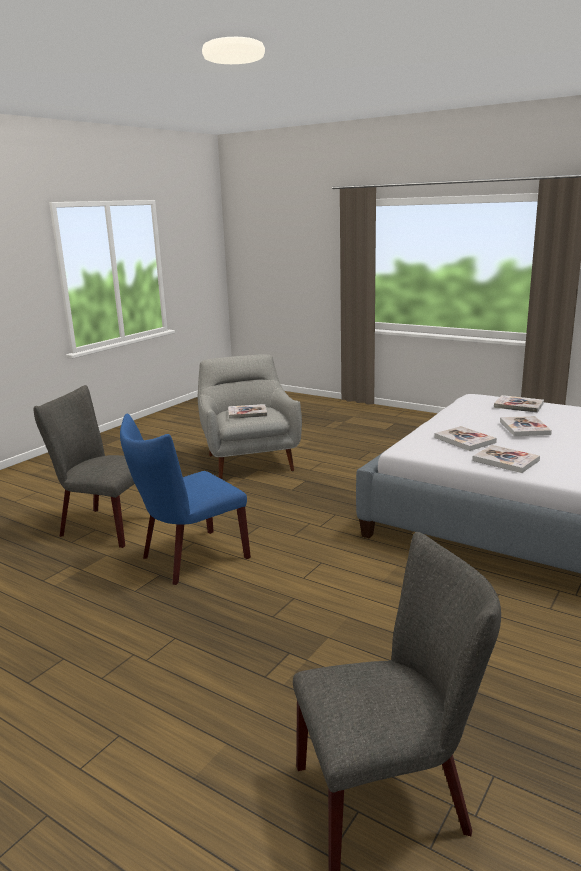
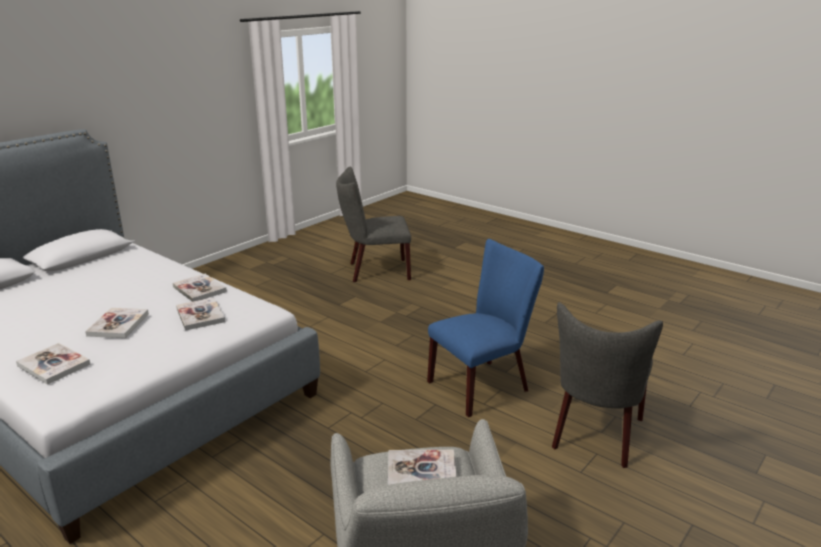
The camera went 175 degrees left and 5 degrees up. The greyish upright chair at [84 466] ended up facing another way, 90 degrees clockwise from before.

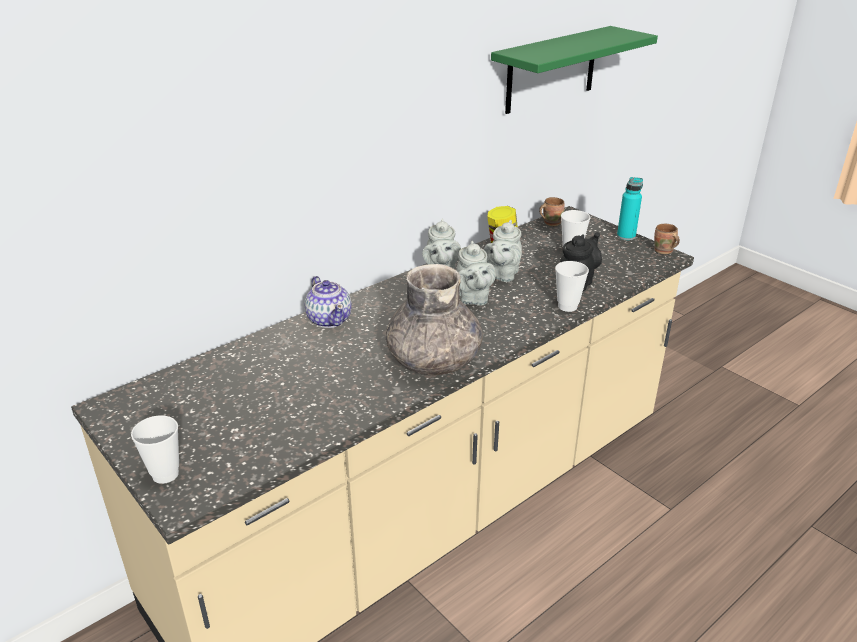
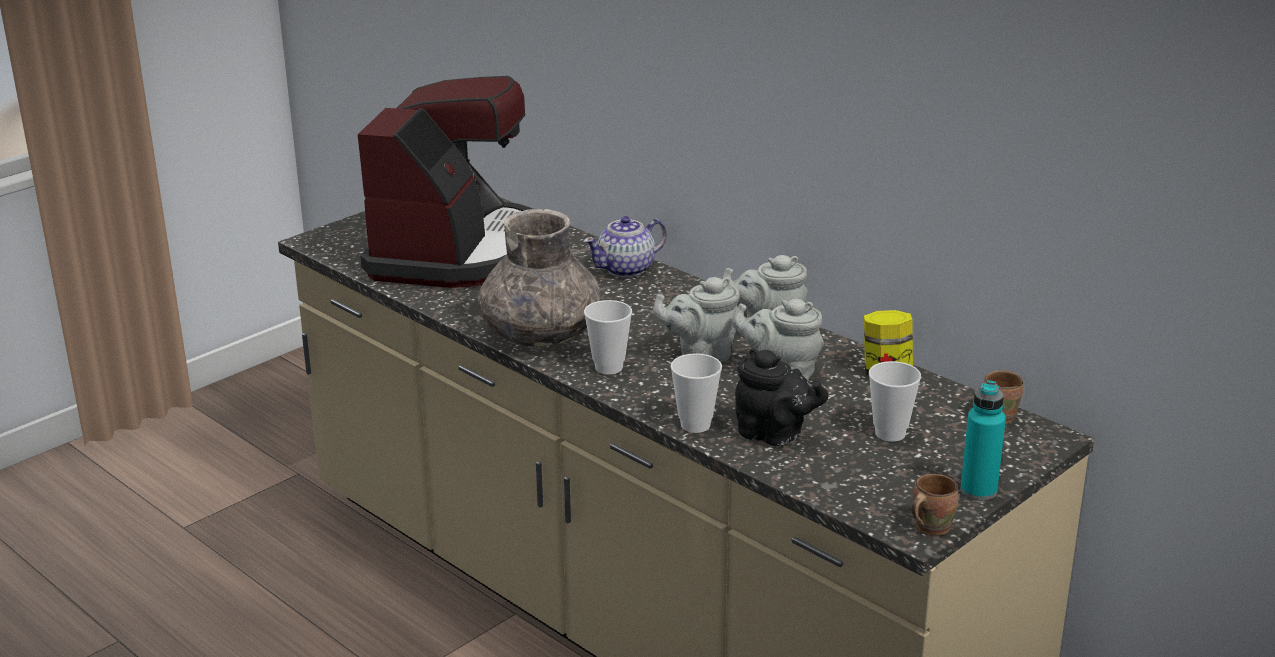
The camera went 85 degrees right and 5 degrees down. The second view lost the greenish shelf at [574 70]. The cup ended up elsewhere, having gone from [155 449] to [608 337]. The second view gained the coffee maker at [445 182].

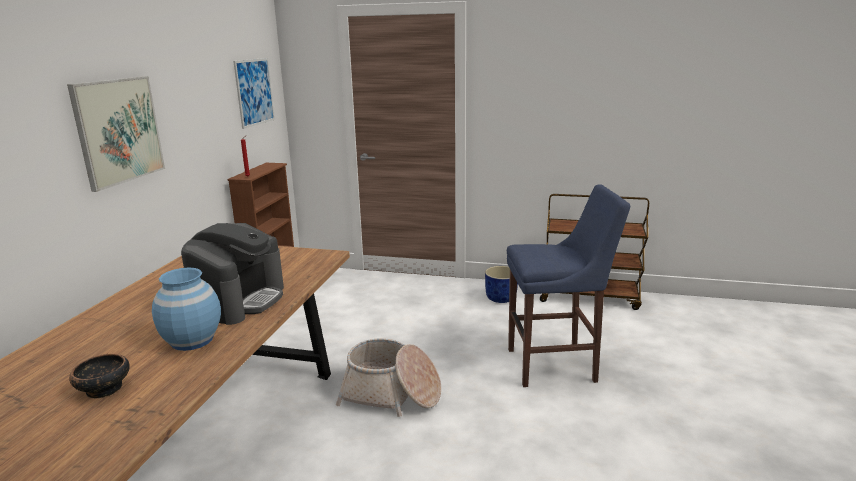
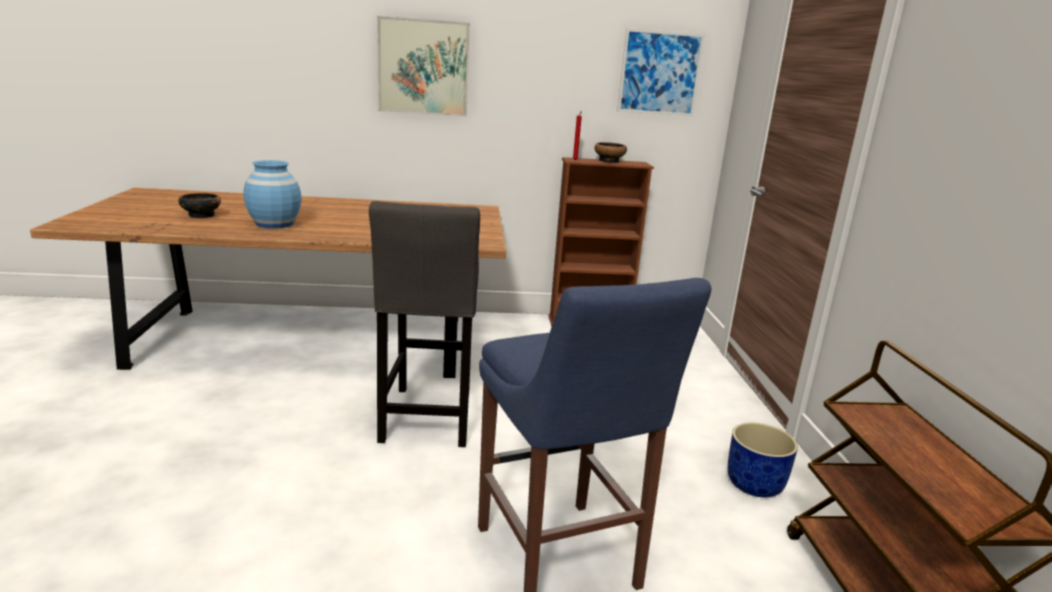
The camera went 70 degrees right and 0 degrees up. The second view lost the coffee maker at [232 274]. Where the basket stood at [388 378], the greyish stool came to stand at [424 324]. The second view gained the deep dish at [610 152].

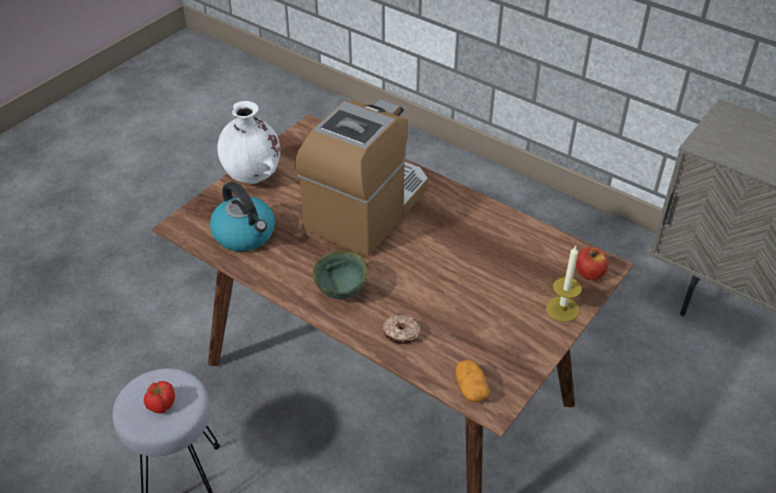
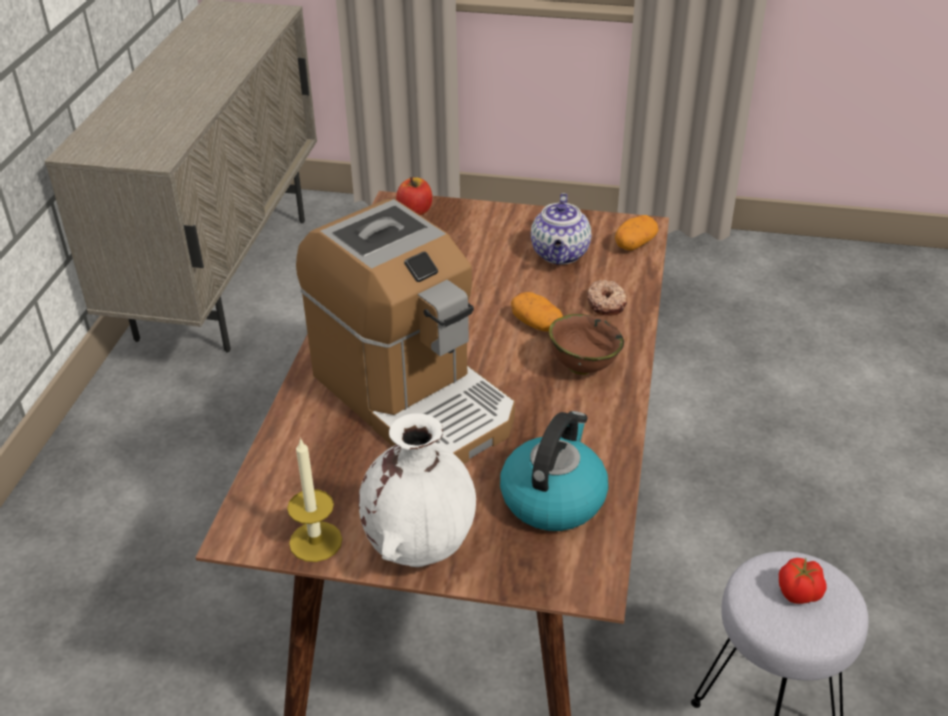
The camera went 115 degrees left and 5 degrees down. The coffee maker at [361 178] ended up facing another way, 135 degrees counterclockwise from before. The candle ended up elsewhere, having gone from [564 284] to [314 500]. What was the greenish deep dish at [340 275] turned into the brown-coloured deep dish at [586 344]. The second view gained the tea pot at [561 229]. The second view gained the whole potato at [537 311].

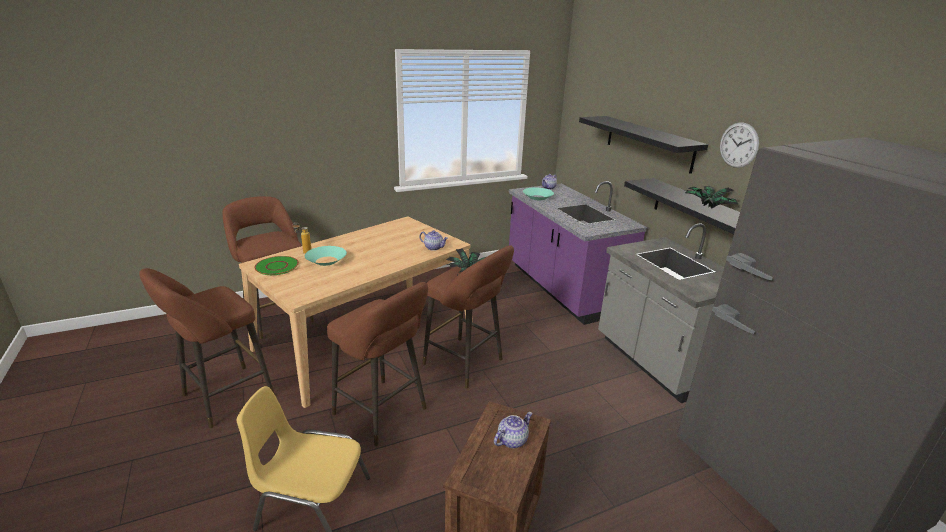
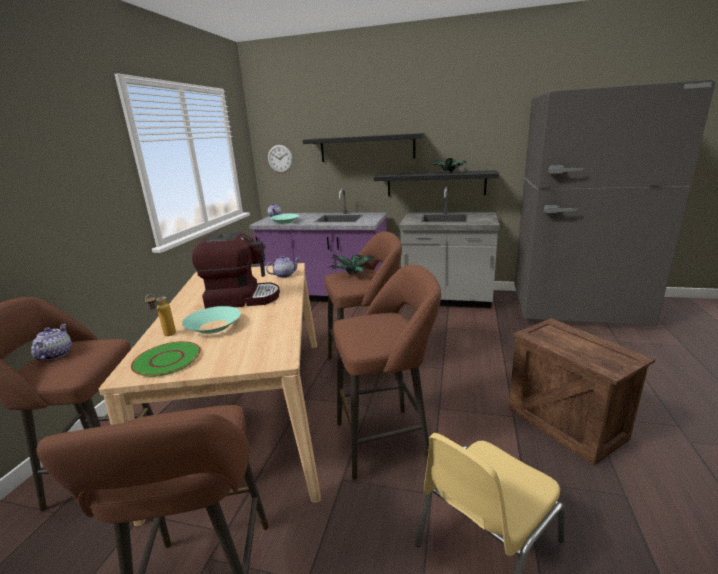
The camera went 50 degrees left and 5 degrees down. The clock on the wall ended up elsewhere, having gone from [739 145] to [280 159]. The tea pot ended up elsewhere, having gone from [513 430] to [51 342]. The second view gained the coffee maker at [236 270].

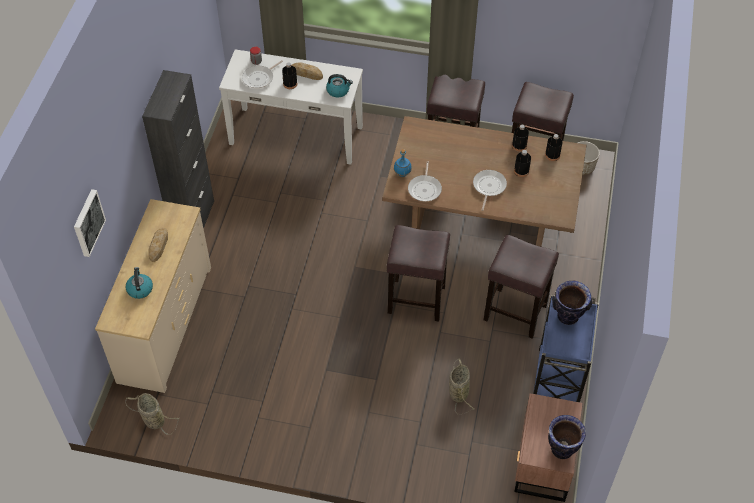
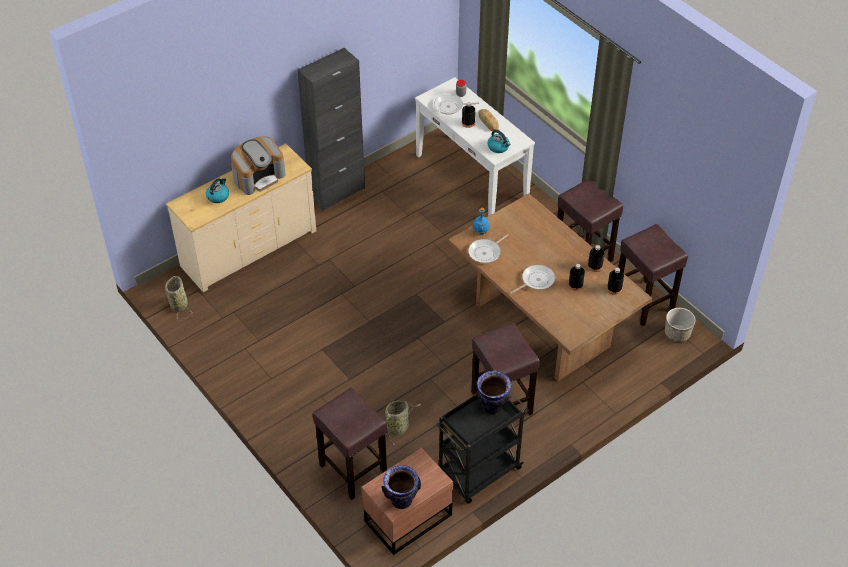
The camera went 40 degrees right and 5 degrees down. The second view lost the picture at [90 223]. The brown-coloured stool ended up elsewhere, having gone from [418 273] to [349 444]. Where the bread stood at [158 245], the coffee maker came to stand at [258 165]. What was the blue cart at [566 346] turned into the black cart at [481 447].

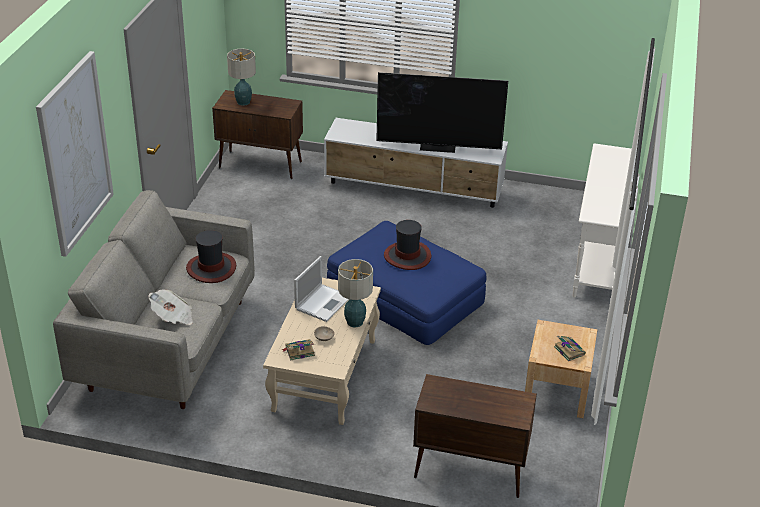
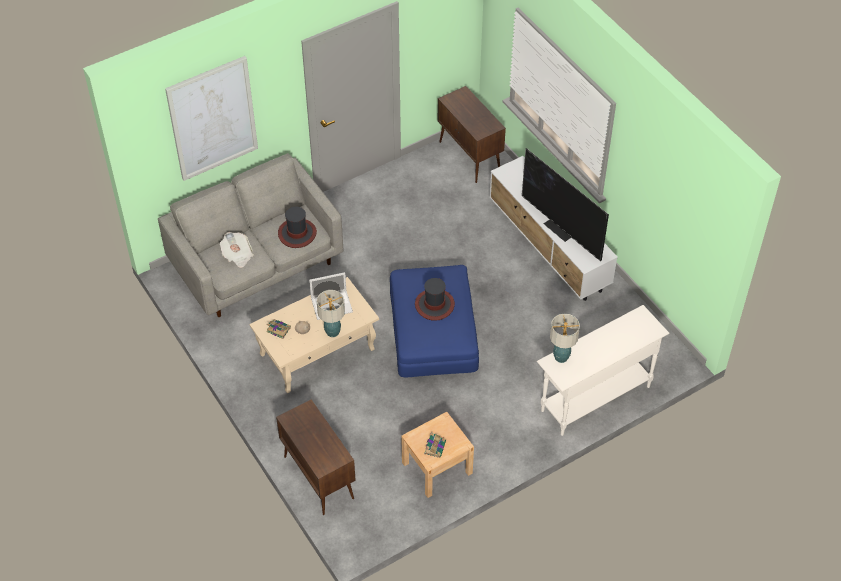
The camera went 45 degrees right and 15 degrees up. The table lamp ended up elsewhere, having gone from [241 77] to [565 338].

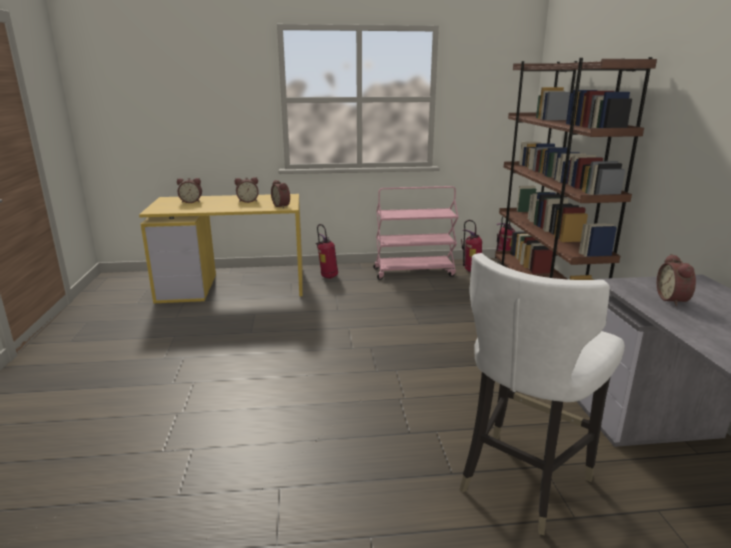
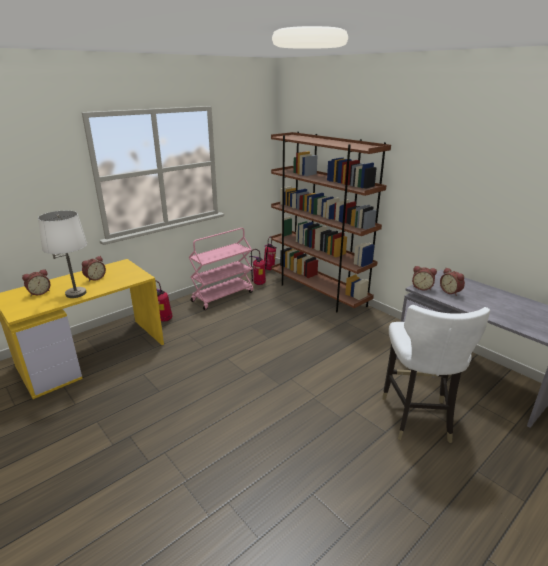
The camera went 35 degrees left and 5 degrees up. The table clock ended up elsewhere, having gone from [280 194] to [424 278]. The second view gained the whitish table lamp at [62 254].

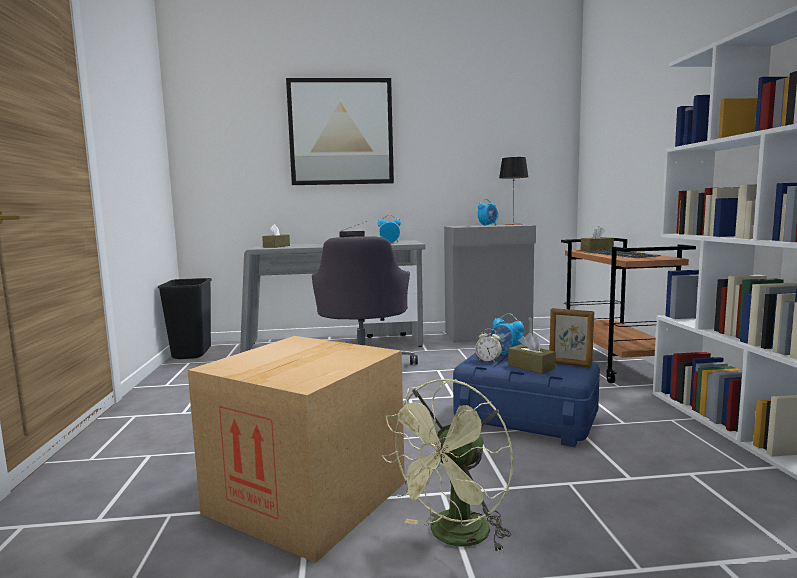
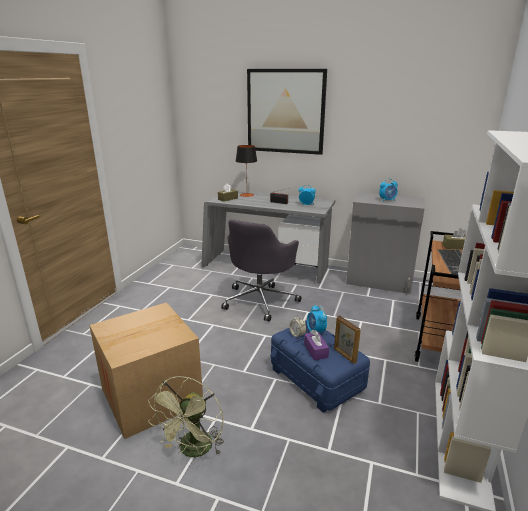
The camera went 25 degrees right and 15 degrees up. The table lamp ended up elsewhere, having gone from [513 191] to [246 171]. The second view lost the black rubbish bin at [185 318]. What was the brown-coloured box of tissues at [532 353] turned into the purple-coloured box of tissues at [316 345]. The greenish cooling fan at [447 466] ended up facing another way, 45 degrees counterclockwise from before.

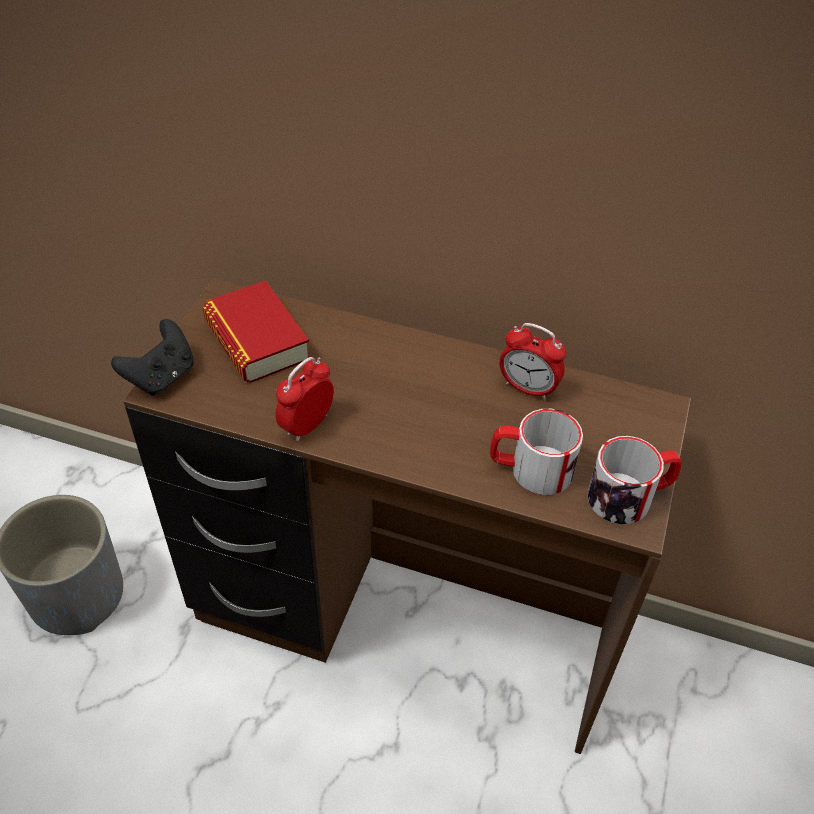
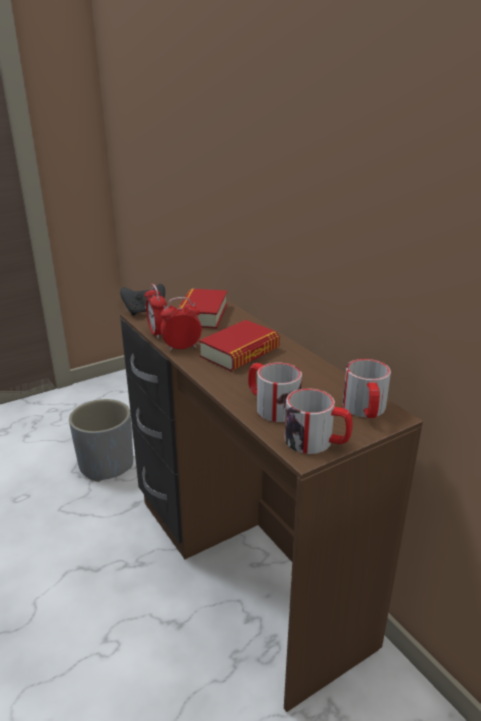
The camera went 40 degrees right and 20 degrees down. The table clock ended up elsewhere, having gone from [532 361] to [155 311]. The second view gained the bound book at [239 345]. The second view gained the coffee mug at [367 388].

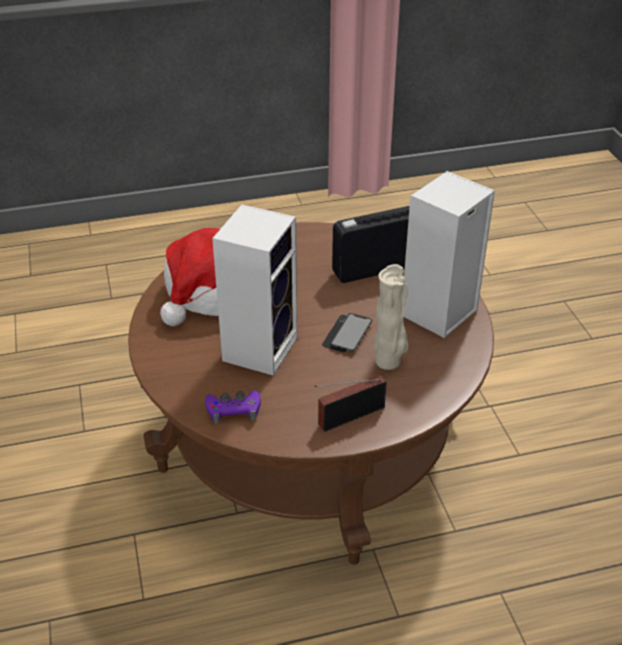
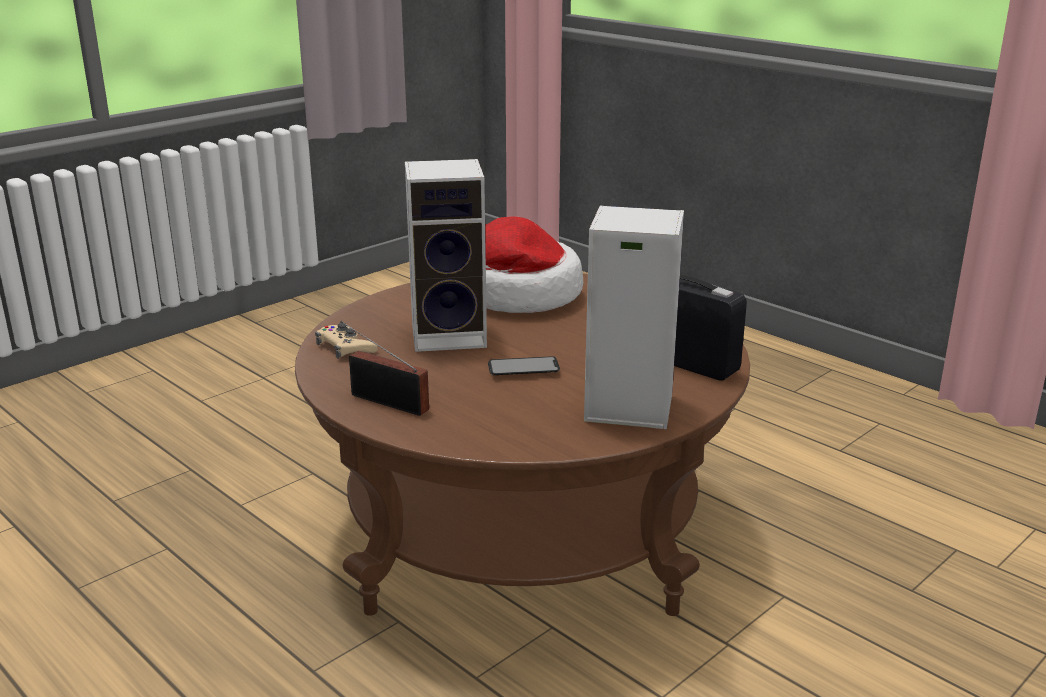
The camera went 60 degrees right and 15 degrees down. The second view lost the beige-coloured decorative vase at [390 317]. What was the purple-coloured joypad at [233 407] turned into the beige-coloured joypad at [346 341].

